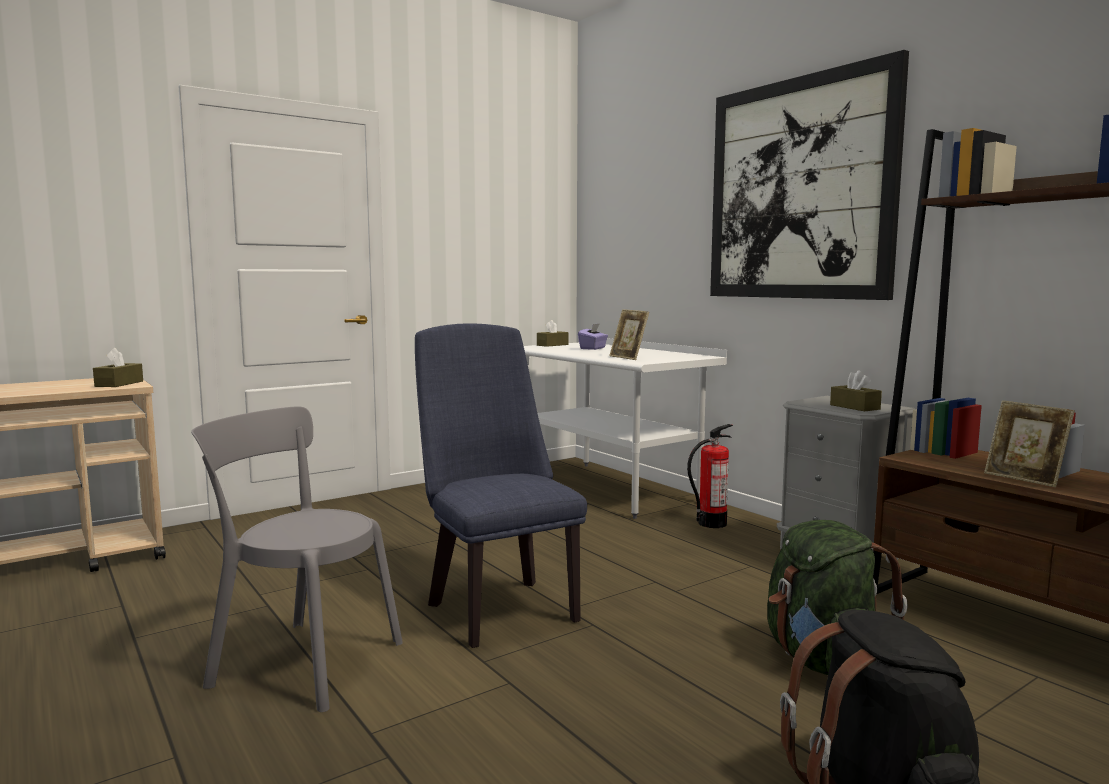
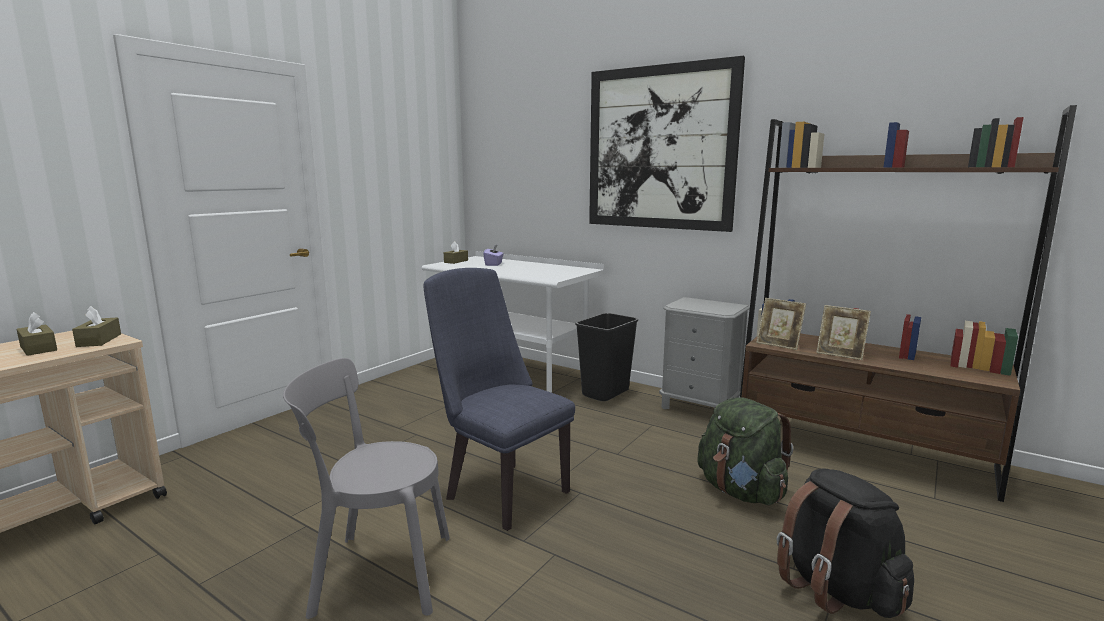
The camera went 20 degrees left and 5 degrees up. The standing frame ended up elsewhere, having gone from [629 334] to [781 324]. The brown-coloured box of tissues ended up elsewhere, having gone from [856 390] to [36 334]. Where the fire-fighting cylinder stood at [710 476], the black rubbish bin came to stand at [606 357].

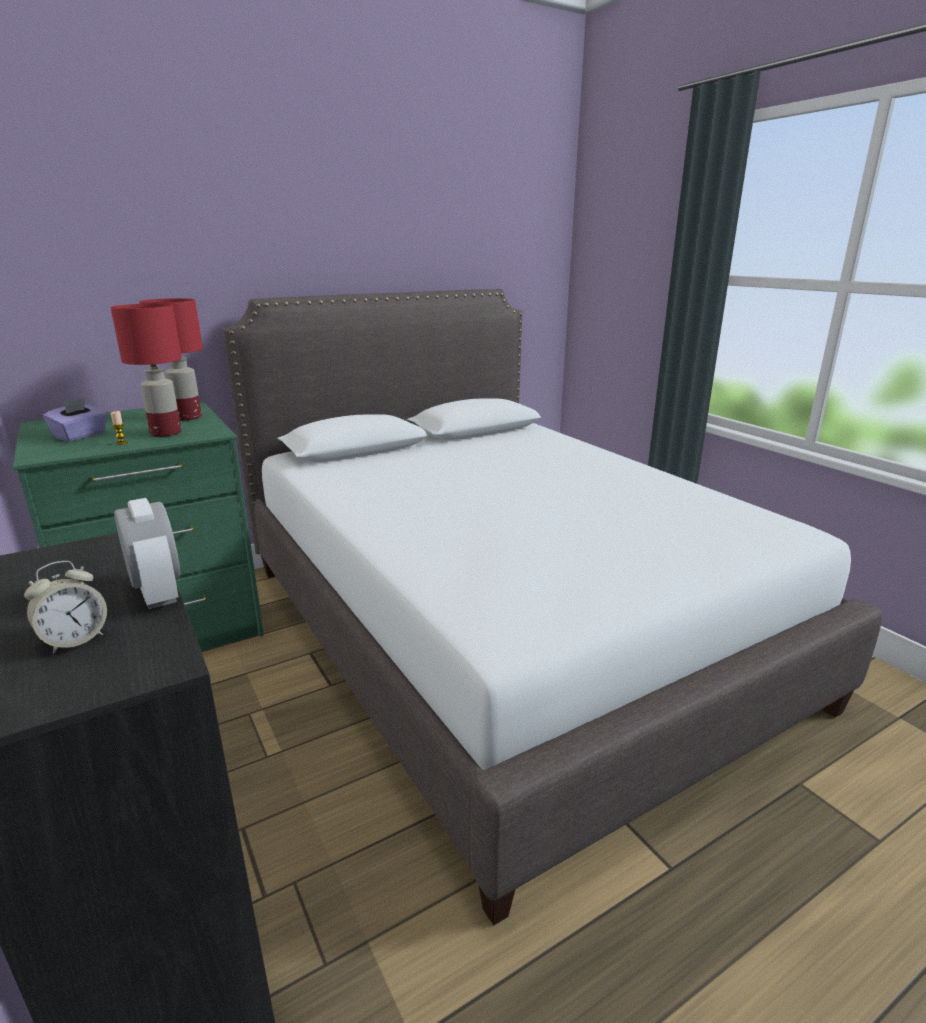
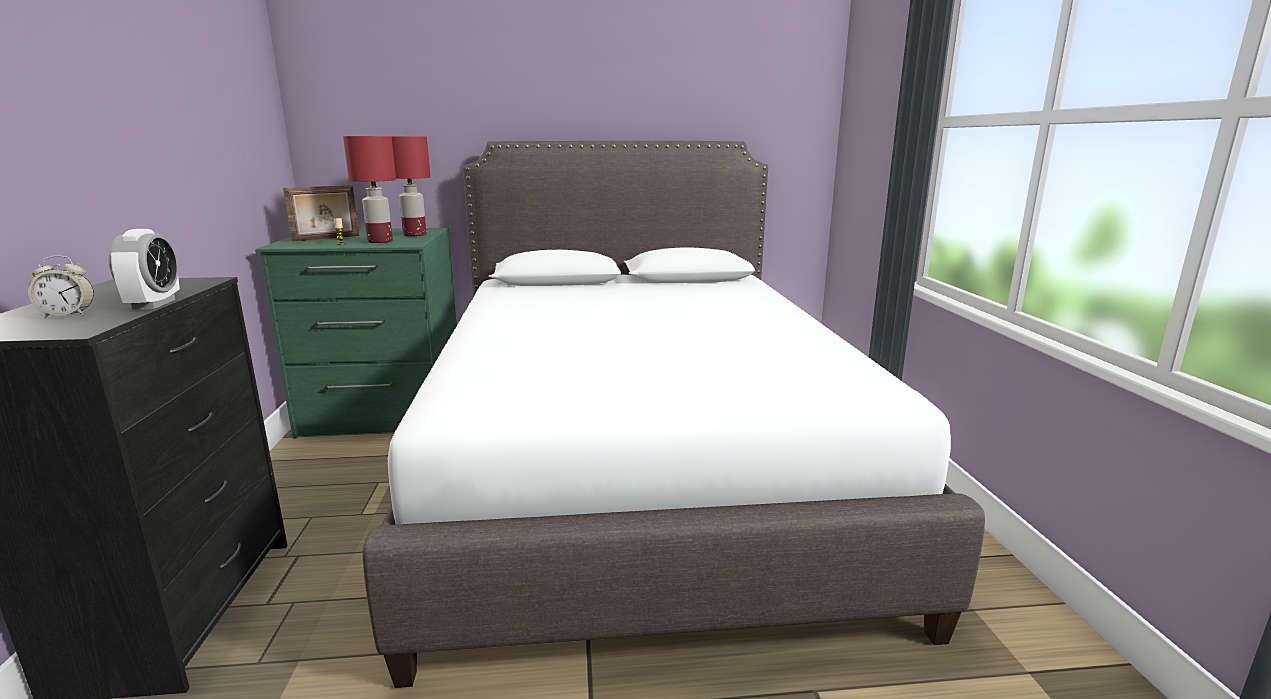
The camera went 25 degrees right and 5 degrees down. Where the purple-coloured box of tissues stood at [75 419], the standing frame came to stand at [321 213].

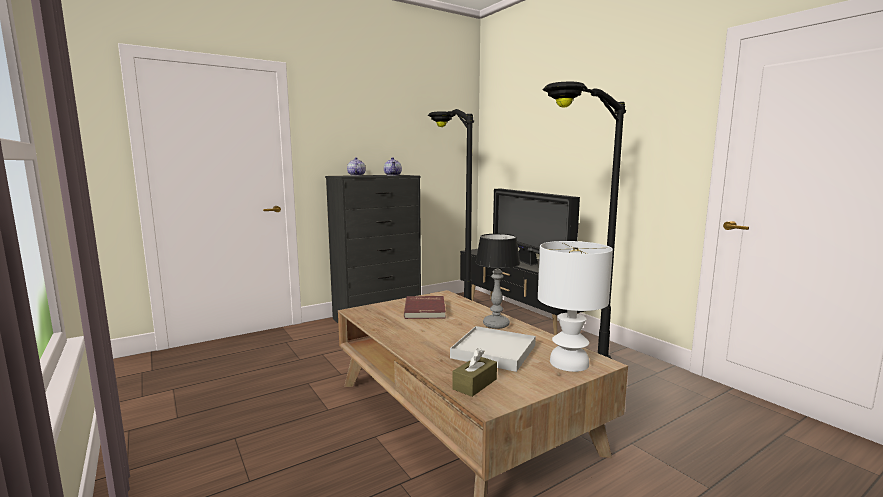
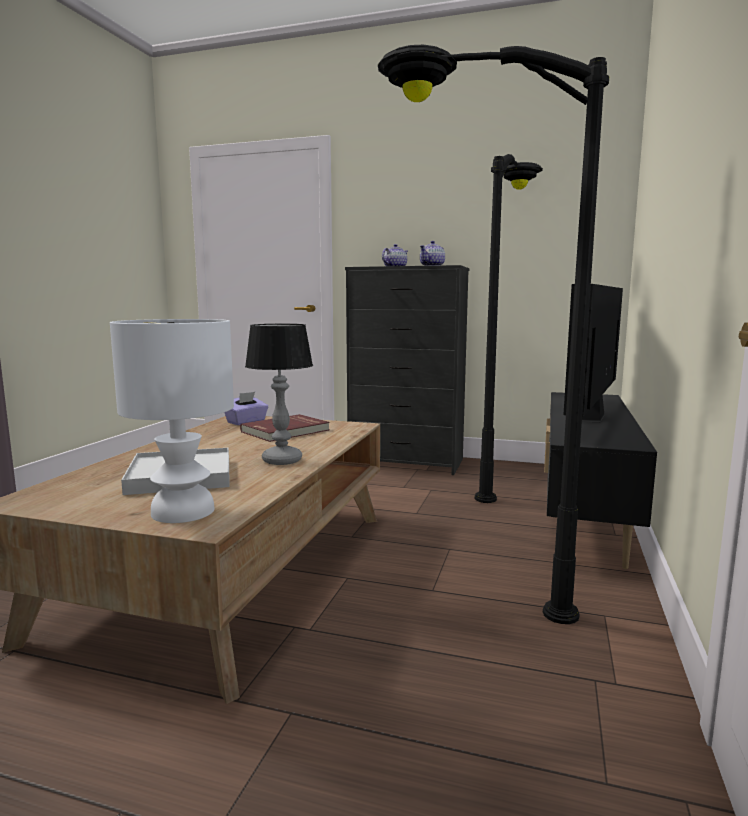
The camera went 50 degrees right and 0 degrees up. The second view lost the brown-coloured box of tissues at [474 372]. The second view gained the purple-coloured box of tissues at [246 408].

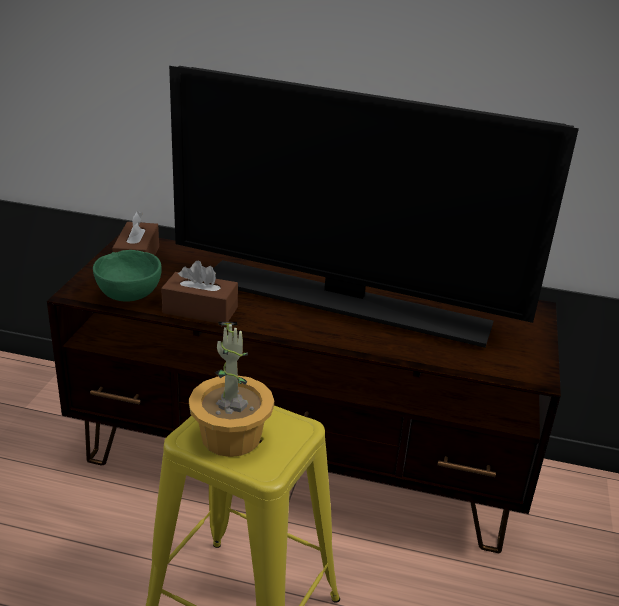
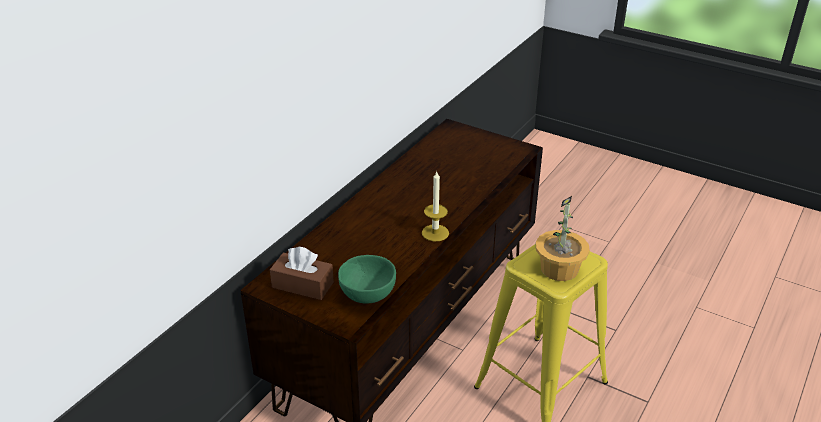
The camera went 70 degrees left and 5 degrees up. The second view lost the TV set at [374 207]. The second view lost the brown-coloured box of tissues at [199 291]. The second view gained the candle at [435 206].

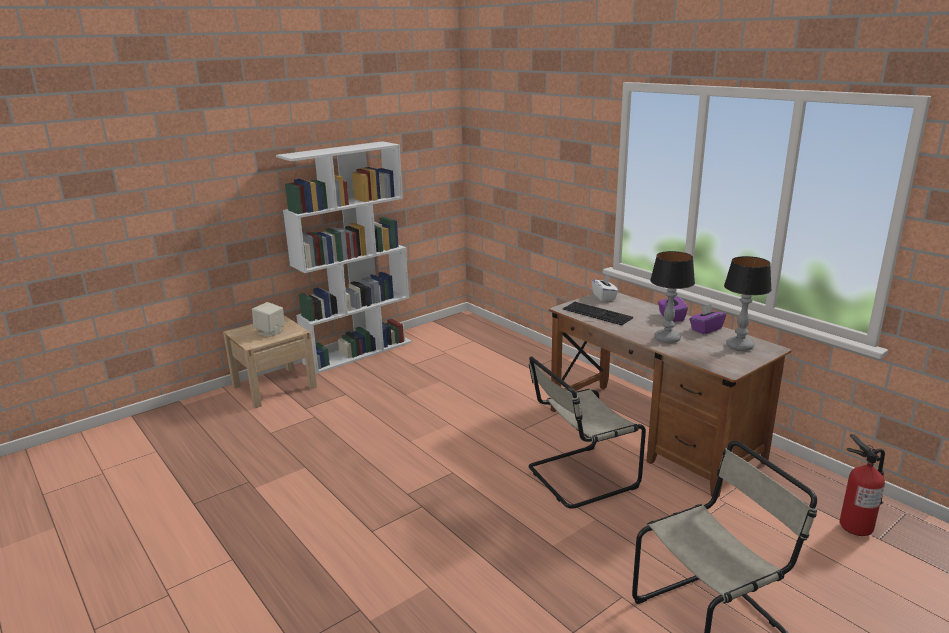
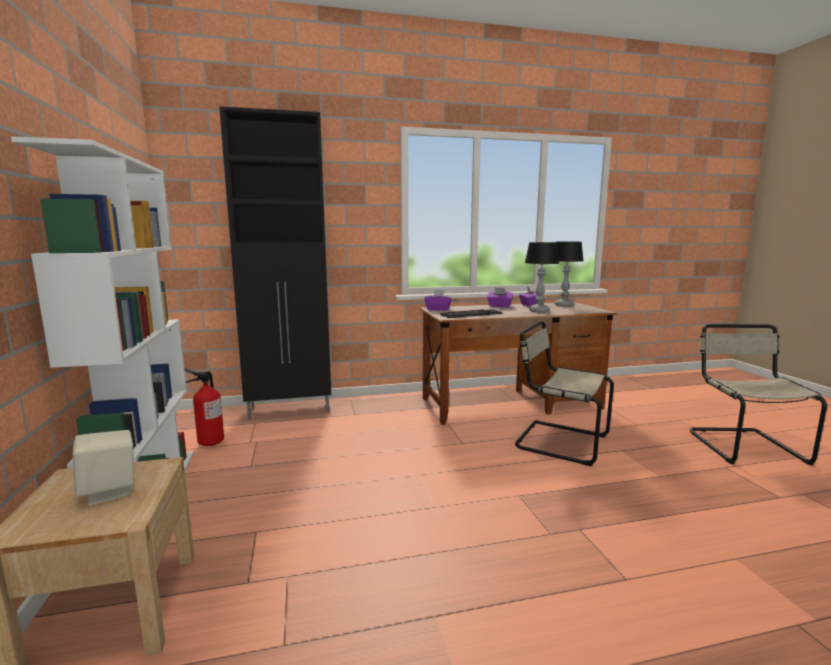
The camera went 65 degrees left and 10 degrees down. What was the whitish box of tissues at [605 287] turned into the purple-coloured box of tissues at [438 300]. The beige-coloured upright chair at [587 432] ended up facing another way, 120 degrees clockwise from before. The fire-fighting cylinder ended up elsewhere, having gone from [862 485] to [204 407]. The second view gained the black storage cabinet at [275 262].

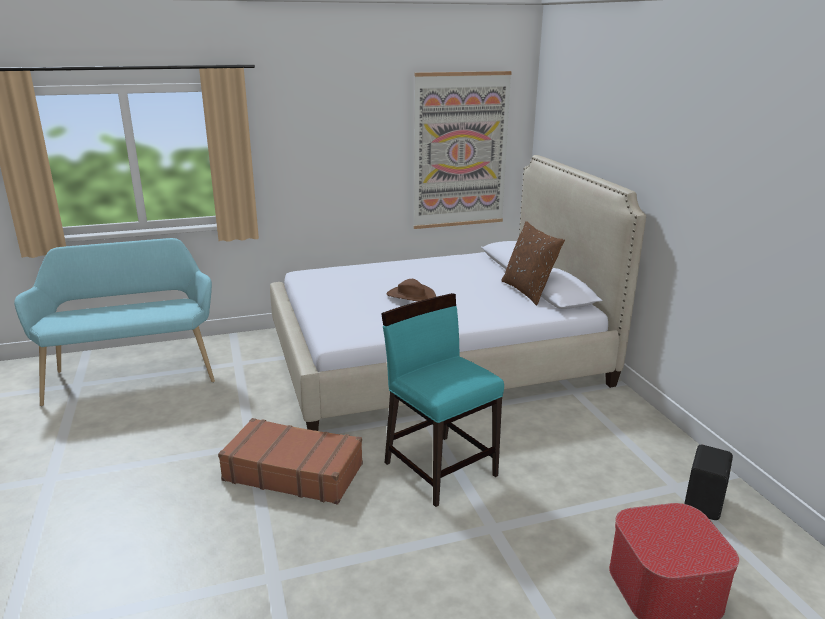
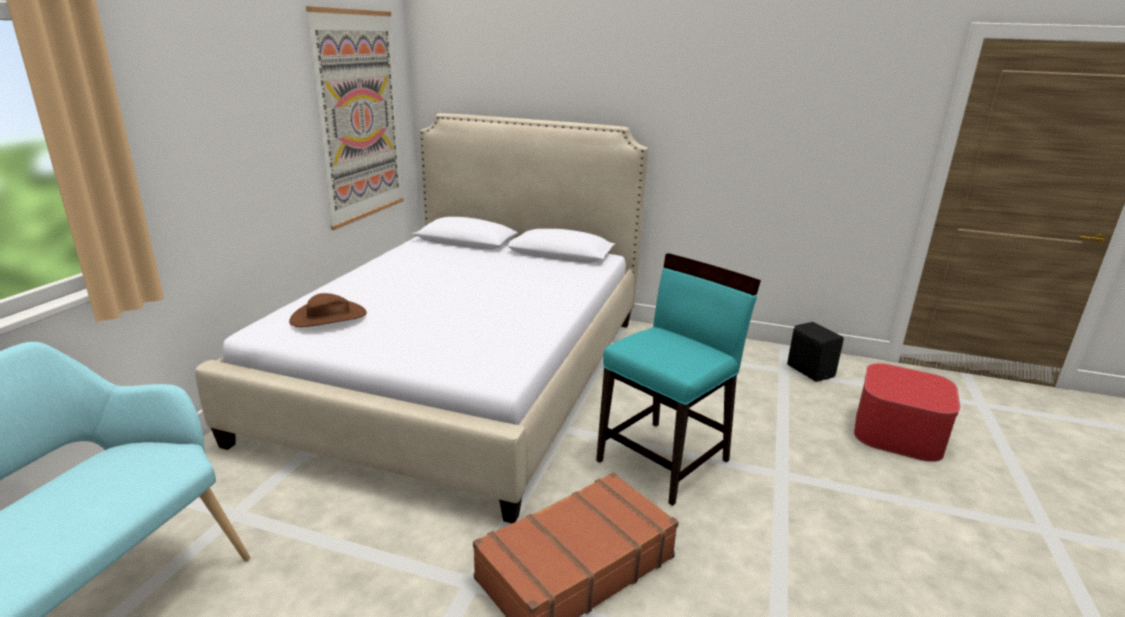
The camera went 55 degrees left and 0 degrees up. The second view lost the brown-coloured throw pillow at [533 263]. The brown-coloured hat ended up elsewhere, having gone from [411 290] to [328 310]. The turquoise upright chair at [442 400] ended up facing another way, 135 degrees clockwise from before.

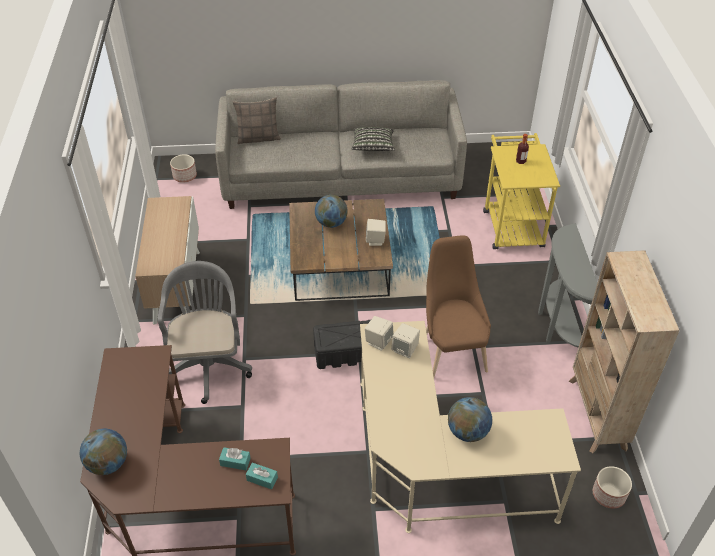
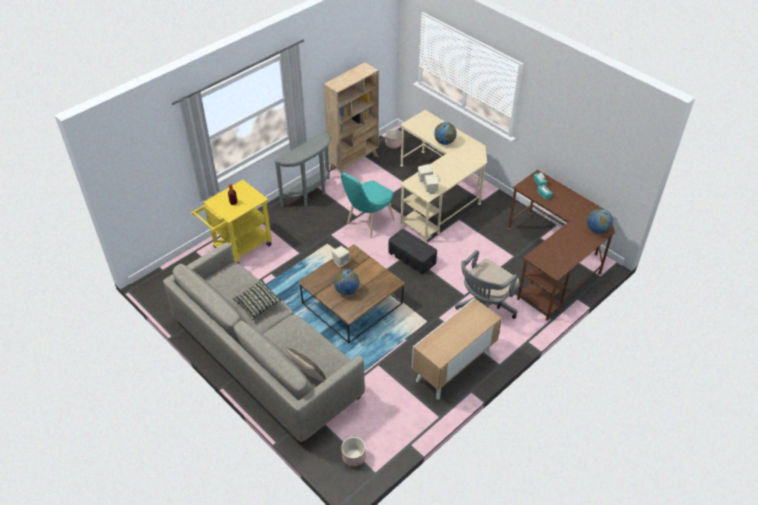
The camera went 130 degrees left and 0 degrees up. What was the brown-coloured upright chair at [458 306] turned into the turquoise upright chair at [368 205].

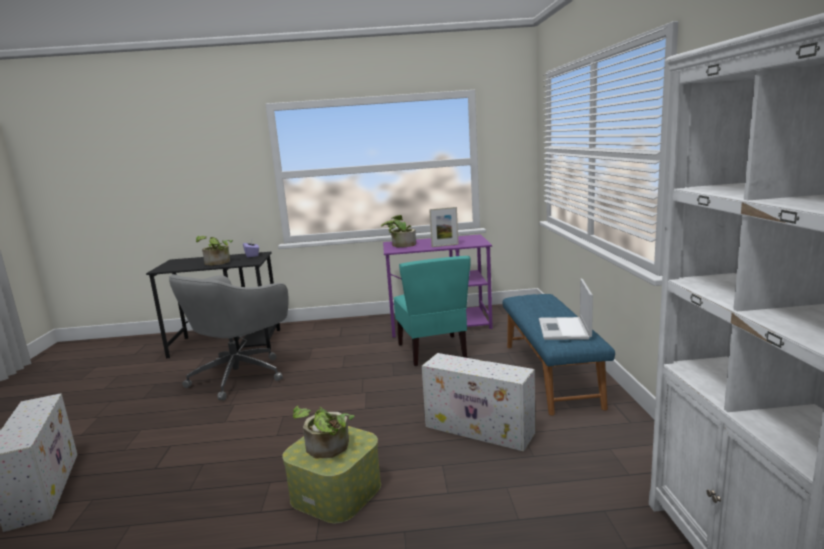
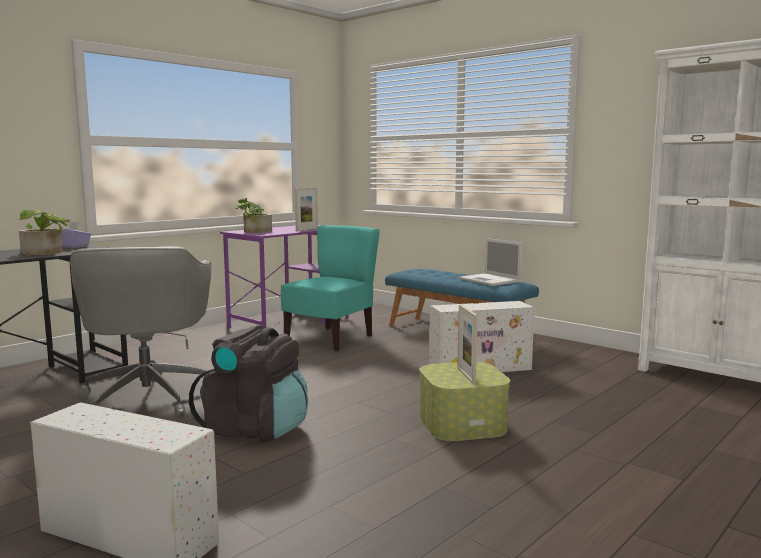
The camera went 45 degrees left and 5 degrees down. The turquoise upright chair at [432 311] ended up facing another way, 90 degrees counterclockwise from before. Where the plant in a pot stood at [324 432], the standing frame came to stand at [467 344]. The second view gained the black rucksack at [248 384].

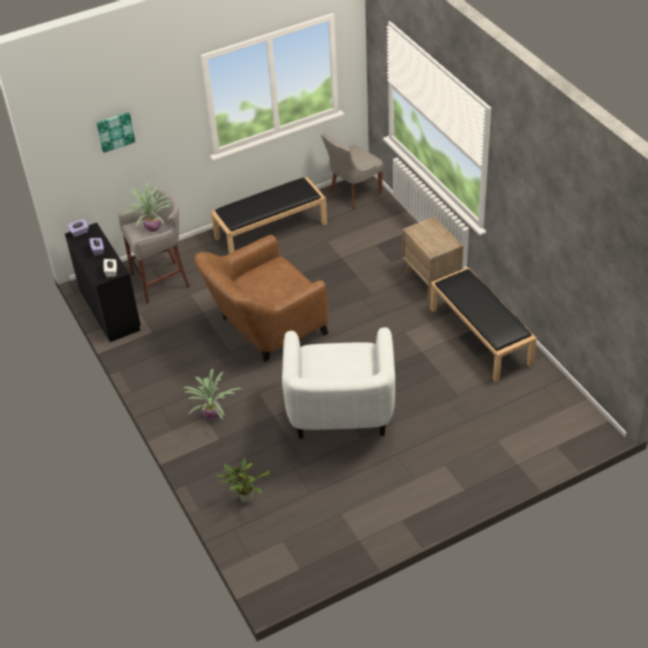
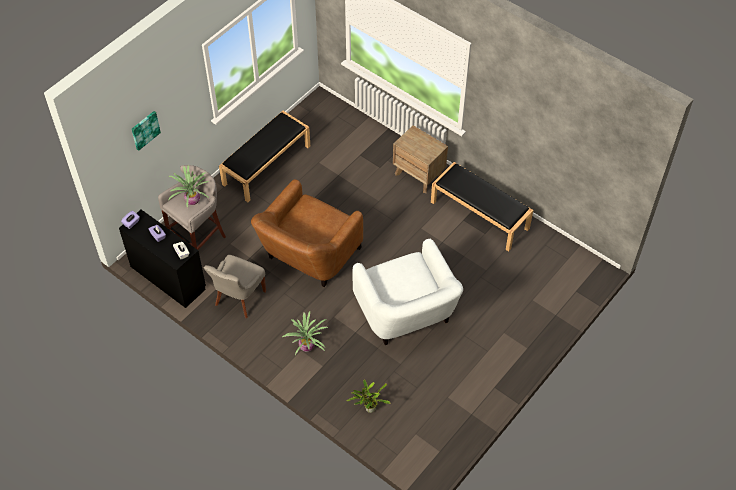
The camera went 25 degrees left and 10 degrees up. The greyish upright chair ended up elsewhere, having gone from [352 171] to [235 286].

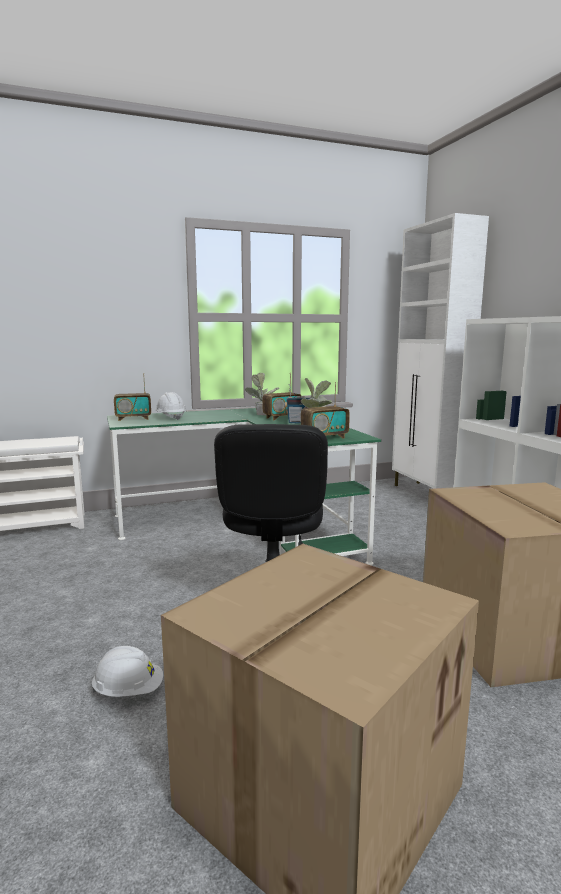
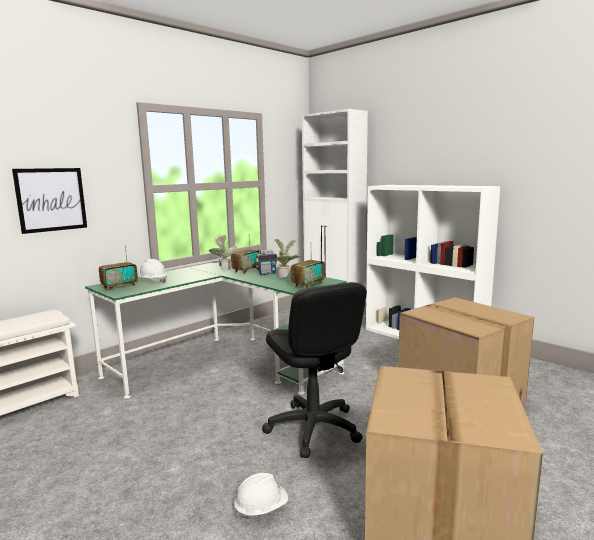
The camera went 25 degrees left and 0 degrees up. The second view gained the picture at [49 201].

